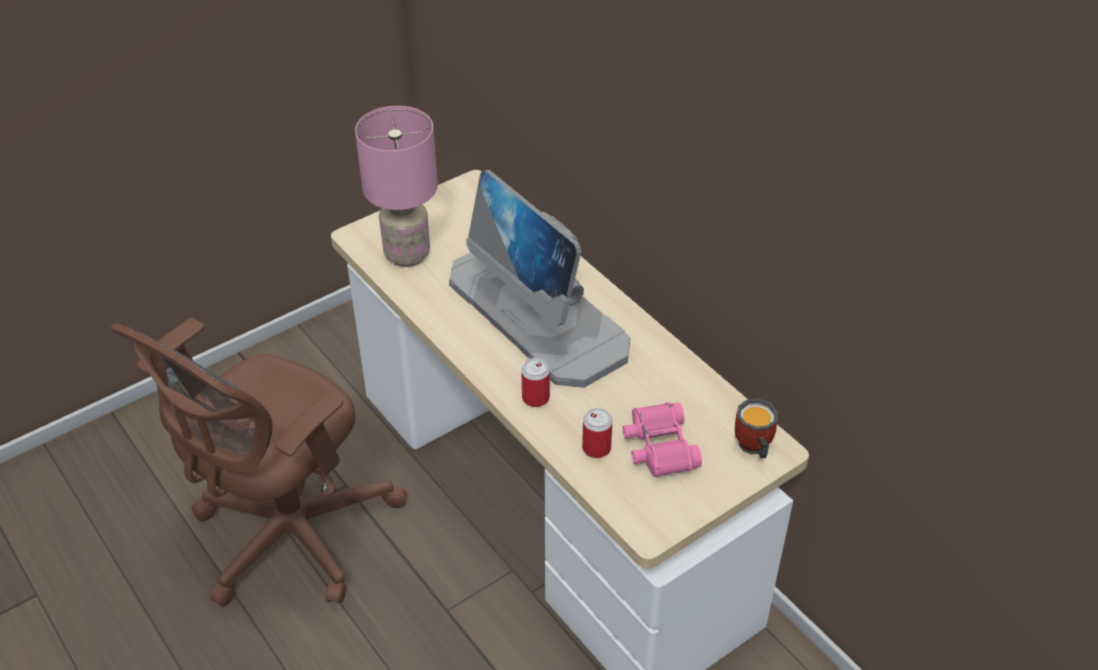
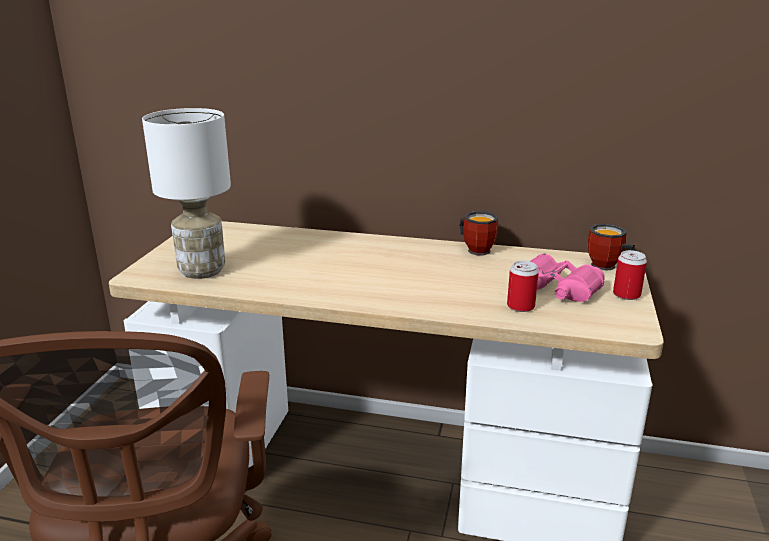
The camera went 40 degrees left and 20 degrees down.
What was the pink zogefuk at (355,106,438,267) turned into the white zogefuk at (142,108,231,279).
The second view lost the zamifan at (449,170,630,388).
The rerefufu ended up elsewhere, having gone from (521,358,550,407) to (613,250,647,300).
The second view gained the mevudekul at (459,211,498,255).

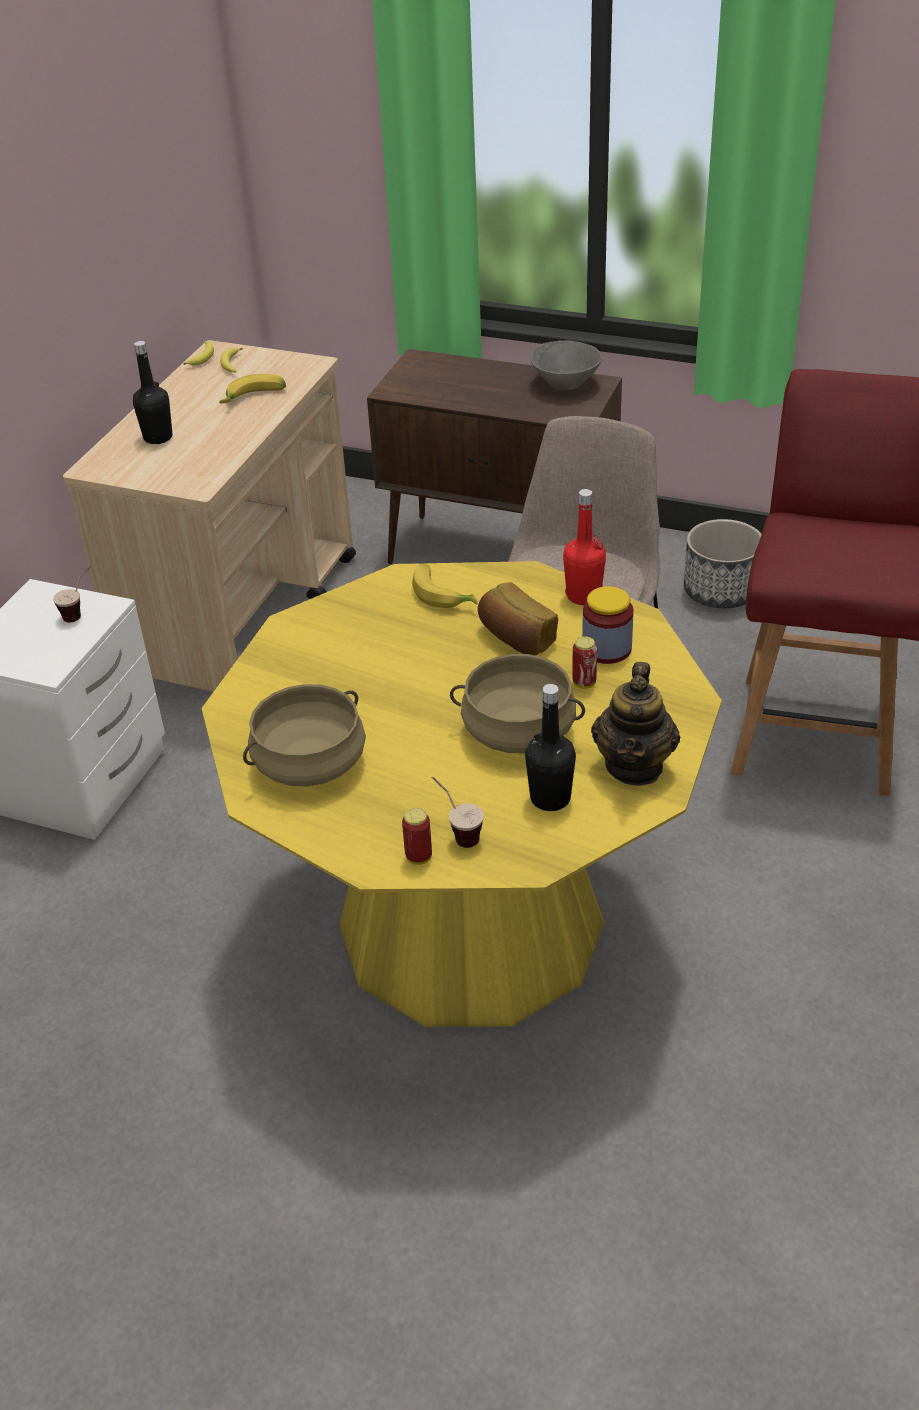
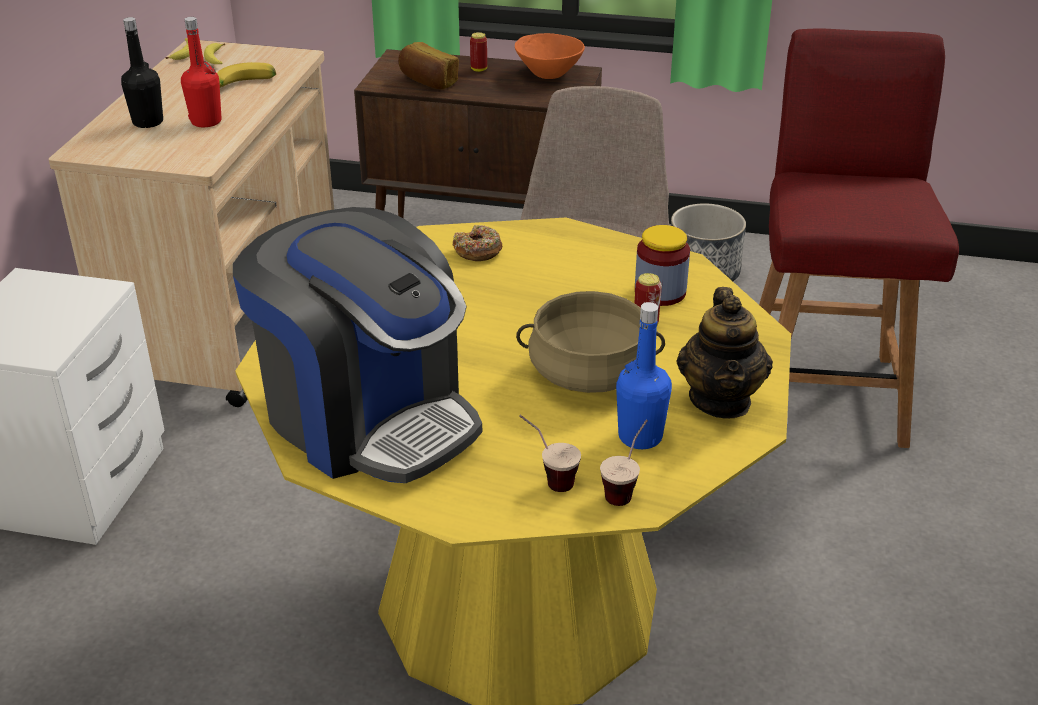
The camera went 10 degrees left and 5 degrees down.
What was the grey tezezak at (530,340,602,391) turned into the orange tezezak at (515,33,585,79).
The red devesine ended up elsewhere, having gone from (563,489,606,605) to (181,17,221,127).
Where the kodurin stood at (412,564,478,608), the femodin came to stand at (453,225,503,261).
The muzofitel ended up elsewhere, having gone from (53,566,91,623) to (600,420,648,506).
The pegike ended up elsewhere, having gone from (478,582,558,655) to (398,42,459,89).
Where the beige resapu stood at (243,684,366,787), the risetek came to stand at (233,207,482,483).
What was the black devesine at (525,684,576,811) turned into the blue devesine at (616,302,672,449).
The rerefufu ended up elsewhere, having gone from (402,808,432,865) to (470,32,487,72).

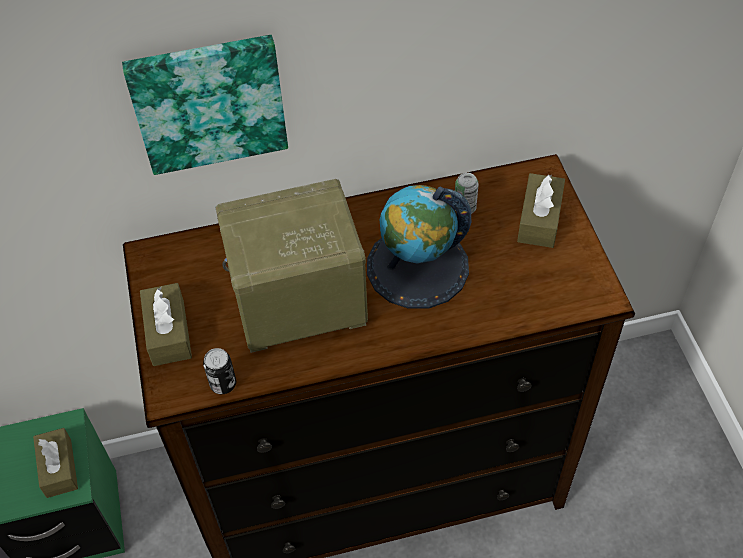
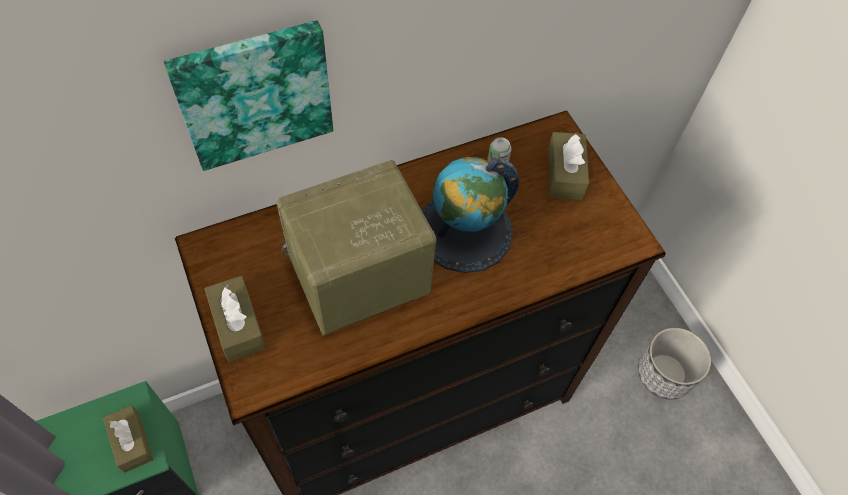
The camera went 15 degrees left and 5 degrees up.
The second view lost the rerefufu at (203,348,236,394).
The second view gained the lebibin at (638,328,711,399).

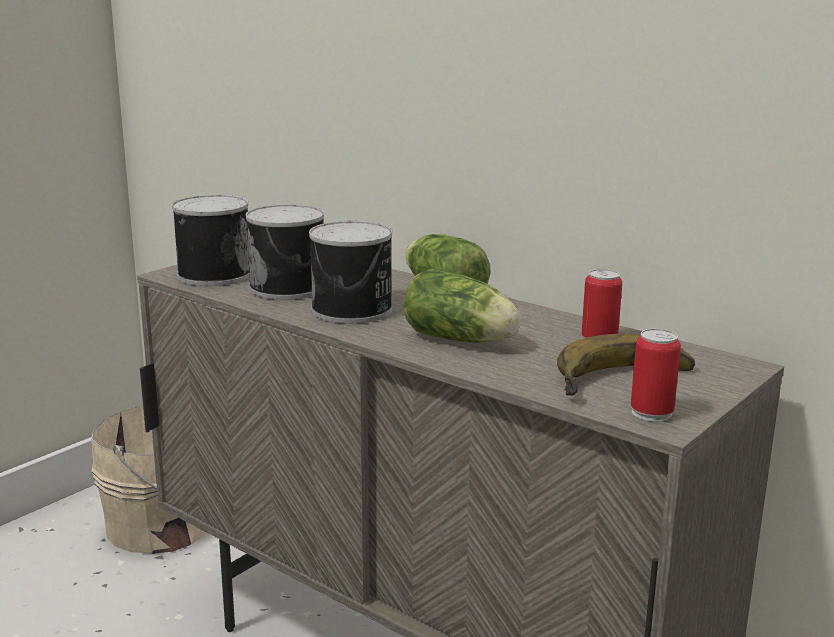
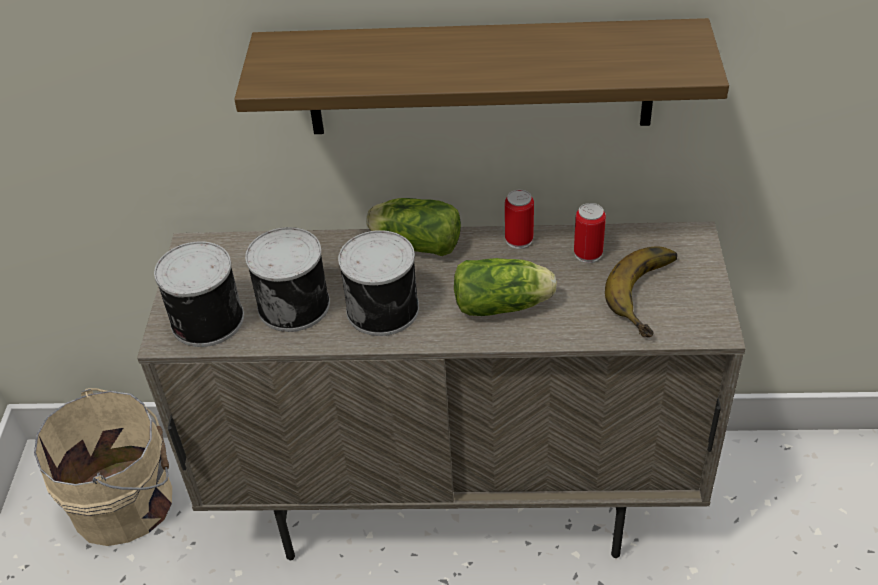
The camera went 35 degrees left and 25 degrees up.
The rerefufu ended up elsewhere, having gone from (631,329,681,422) to (505,190,534,249).
The second view gained the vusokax at (234,18,729,134).

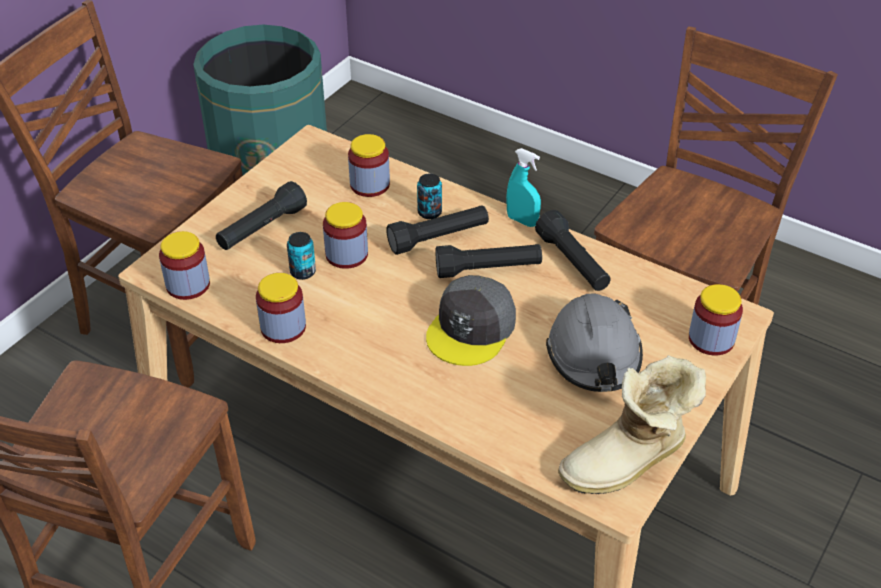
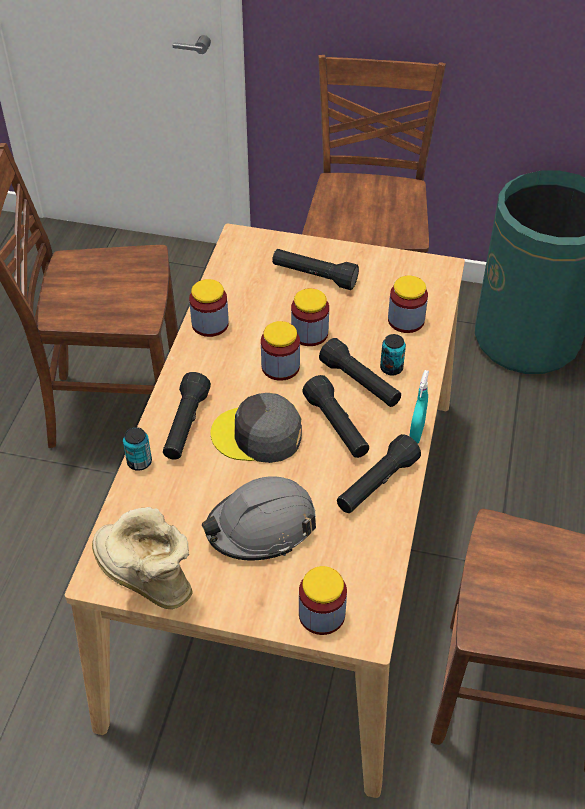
The camera went 70 degrees right and 5 degrees up.
The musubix ended up elsewhere, having gone from (159,231,210,300) to (261,321,300,381).
The rerefufu ended up elsewhere, having gone from (287,232,316,280) to (123,427,152,471).
The second view gained the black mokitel at (163,372,211,460).

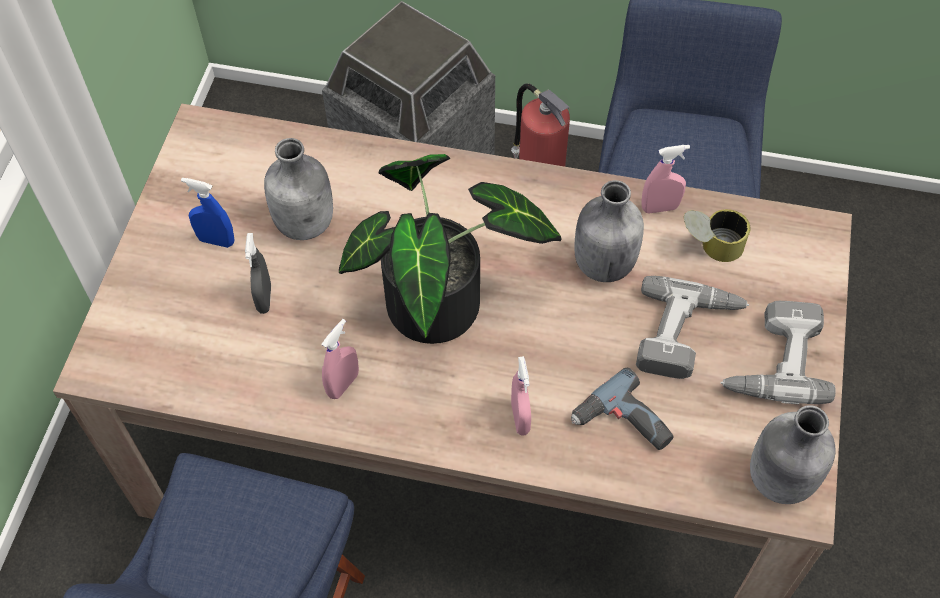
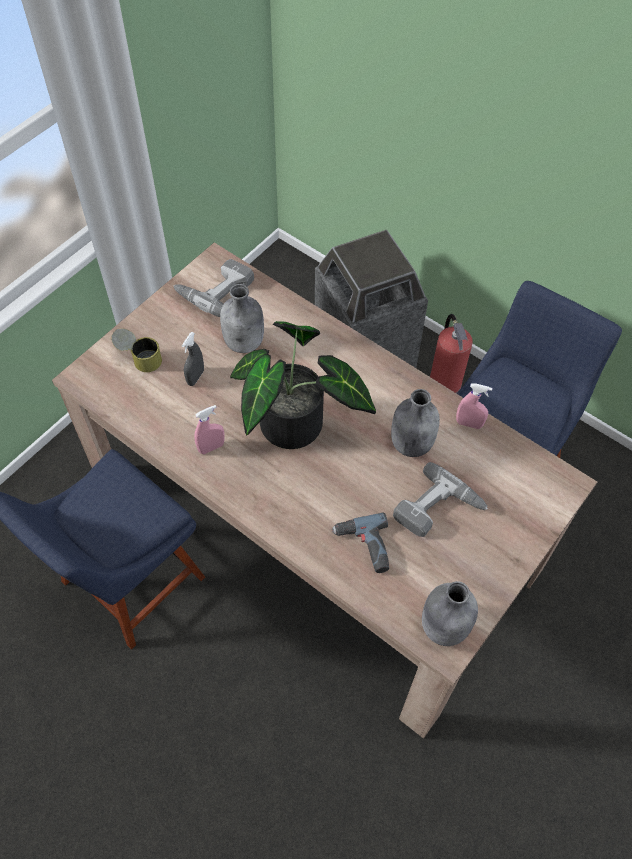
The camera went 25 degrees right and 0 degrees up.
The second view lost the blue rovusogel at (181,178,234,248).
The rerefufu ended up elsewhere, having gone from (684,209,751,262) to (111,328,162,372).
The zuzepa ended up elsewhere, having gone from (721,301,836,404) to (174,259,254,317).
The second view lost the pink rovusogel at (511,356,531,435).

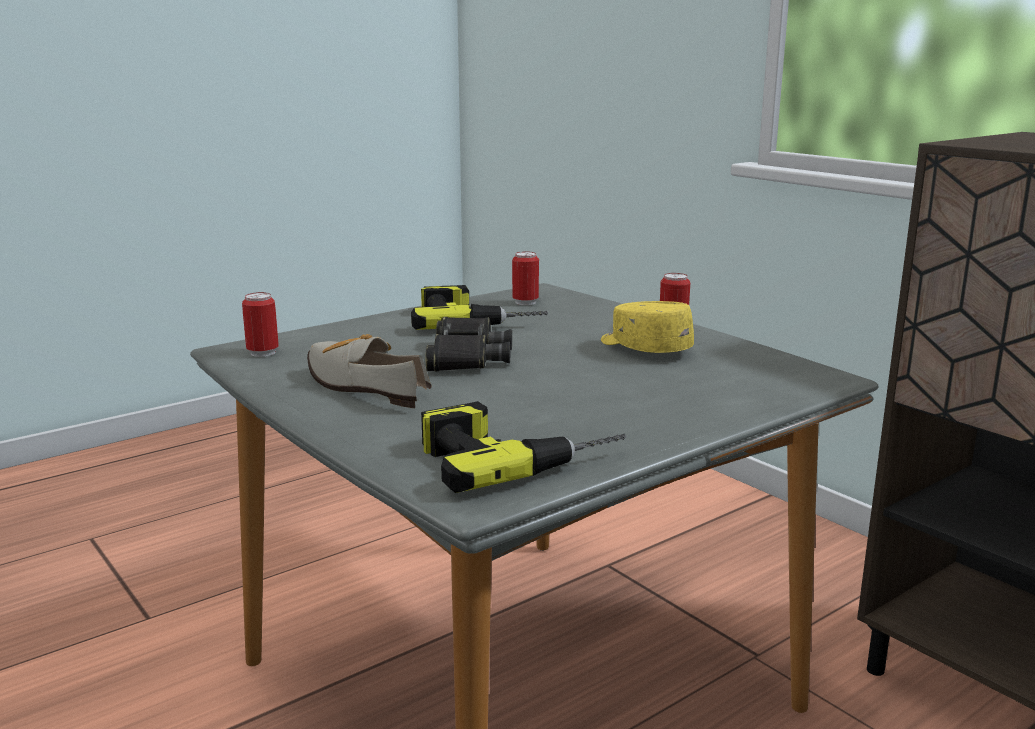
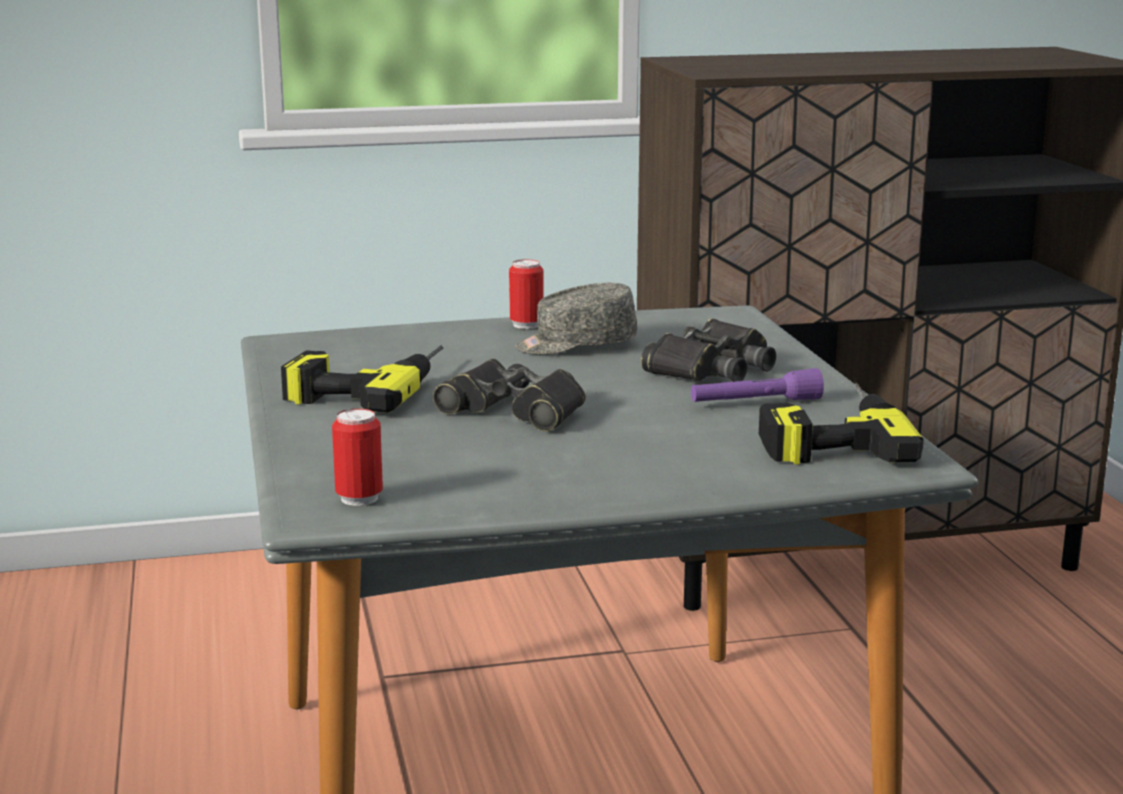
The camera went 65 degrees left and 0 degrees up.
The second view lost the rerefufu at (512,251,539,305).
What was the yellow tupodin at (601,301,694,353) turned into the grey tupodin at (515,283,637,355).
The second view lost the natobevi at (307,334,431,408).
The second view gained the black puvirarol at (641,318,776,382).
The second view gained the purple mokitel at (691,368,824,402).

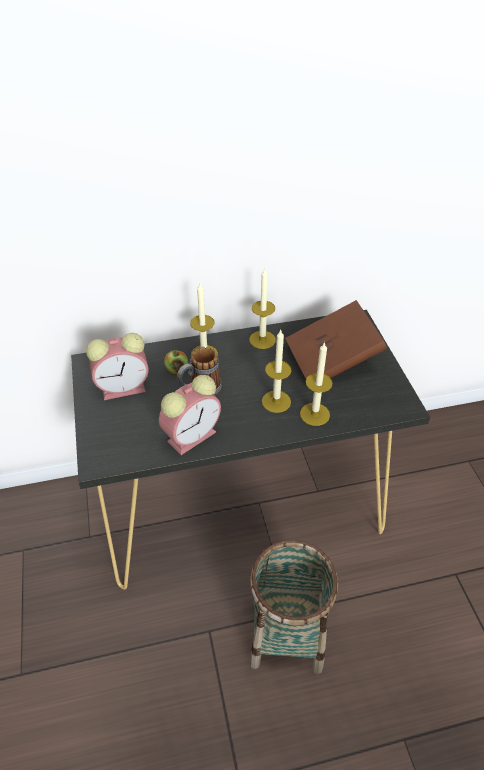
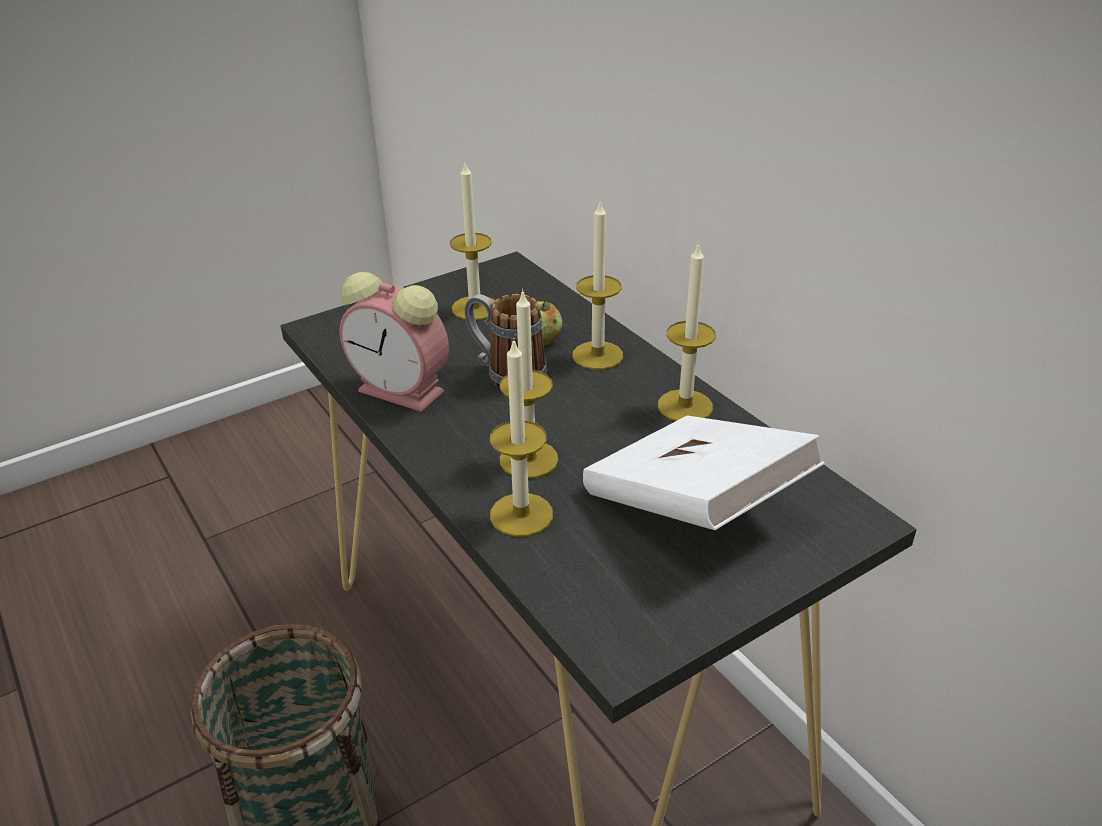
The camera went 70 degrees right and 10 degrees down.
What was the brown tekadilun at (285,300,387,379) turned into the white tekadilun at (583,415,825,530).
Where the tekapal stood at (86,333,149,400), the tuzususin came to stand at (450,163,495,320).

